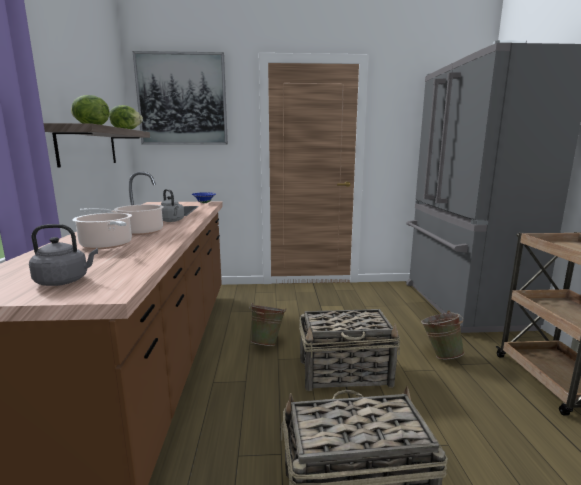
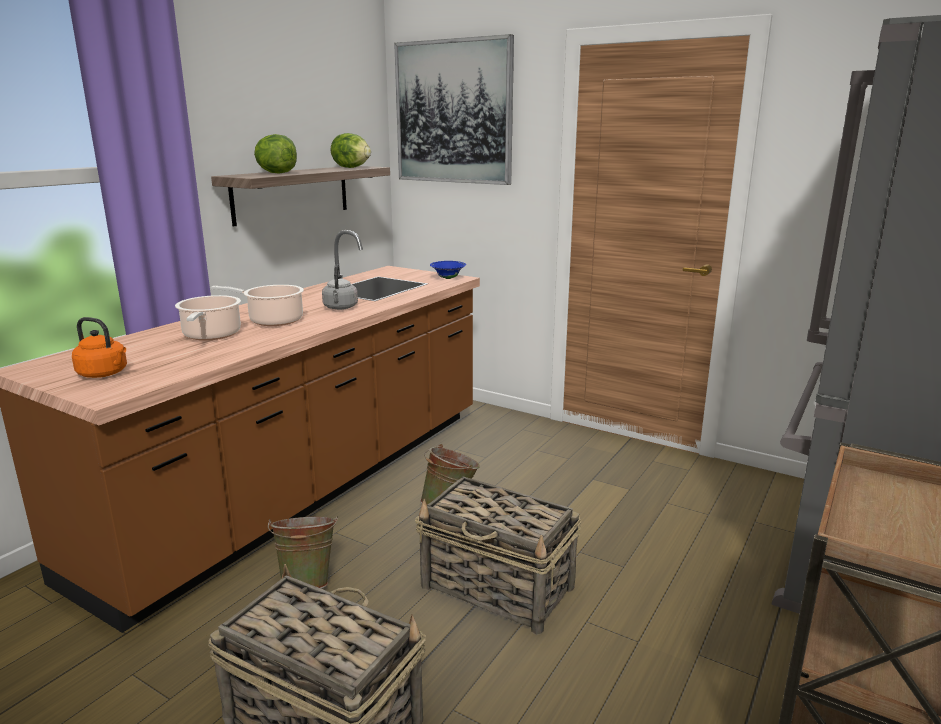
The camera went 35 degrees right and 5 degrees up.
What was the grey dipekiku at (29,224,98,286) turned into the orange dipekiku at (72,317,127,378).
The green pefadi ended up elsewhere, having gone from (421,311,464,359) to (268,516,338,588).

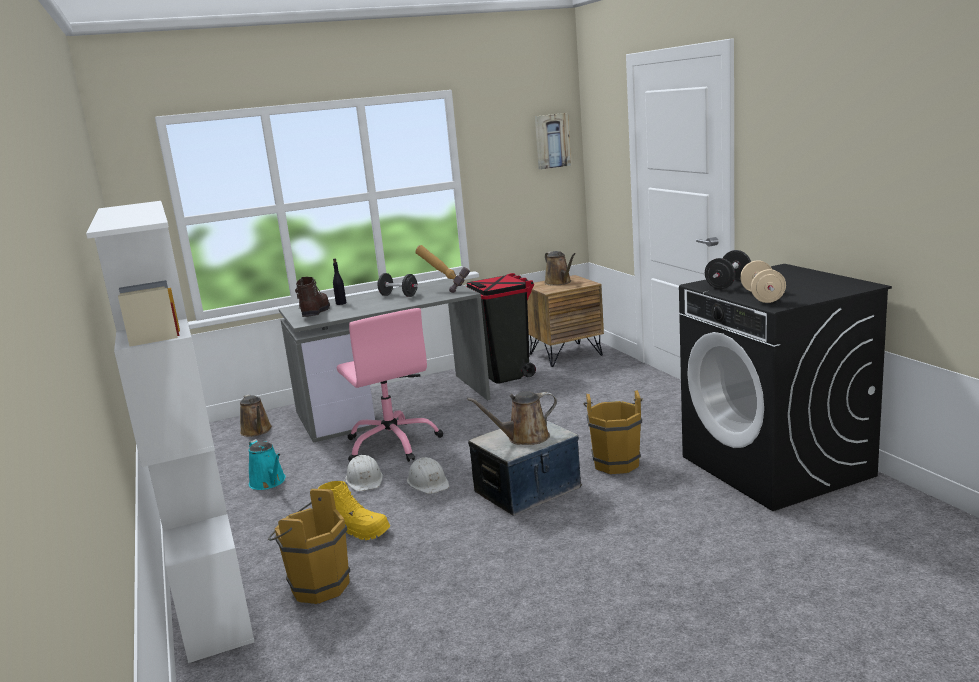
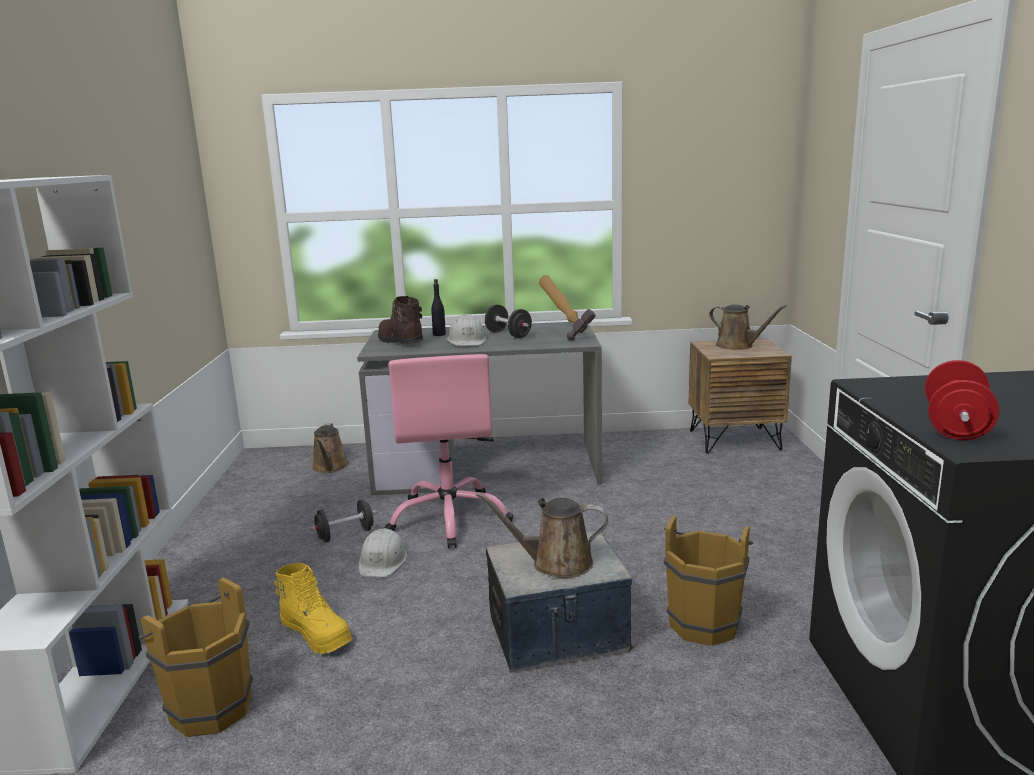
The camera went 20 degrees right and 0 degrees up.
The second view lost the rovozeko at (535,113,571,169).
The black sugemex ended up elsewhere, having gone from (705,250,751,289) to (310,499,377,543).
The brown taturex at (544,251,576,286) ended up facing another way, 45 degrees counterclockwise from before.
What was the beige sugemex at (740,260,786,303) turned into the red sugemex at (925,360,999,440).
The second view lost the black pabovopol at (466,273,536,384).
The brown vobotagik at (295,277,330,317) ended up facing another way, 60 degrees counterclockwise from before.
The second view lost the turquoise taturex at (248,439,286,490).
The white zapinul ended up elsewhere, having gone from (407,457,449,494) to (447,315,486,346).

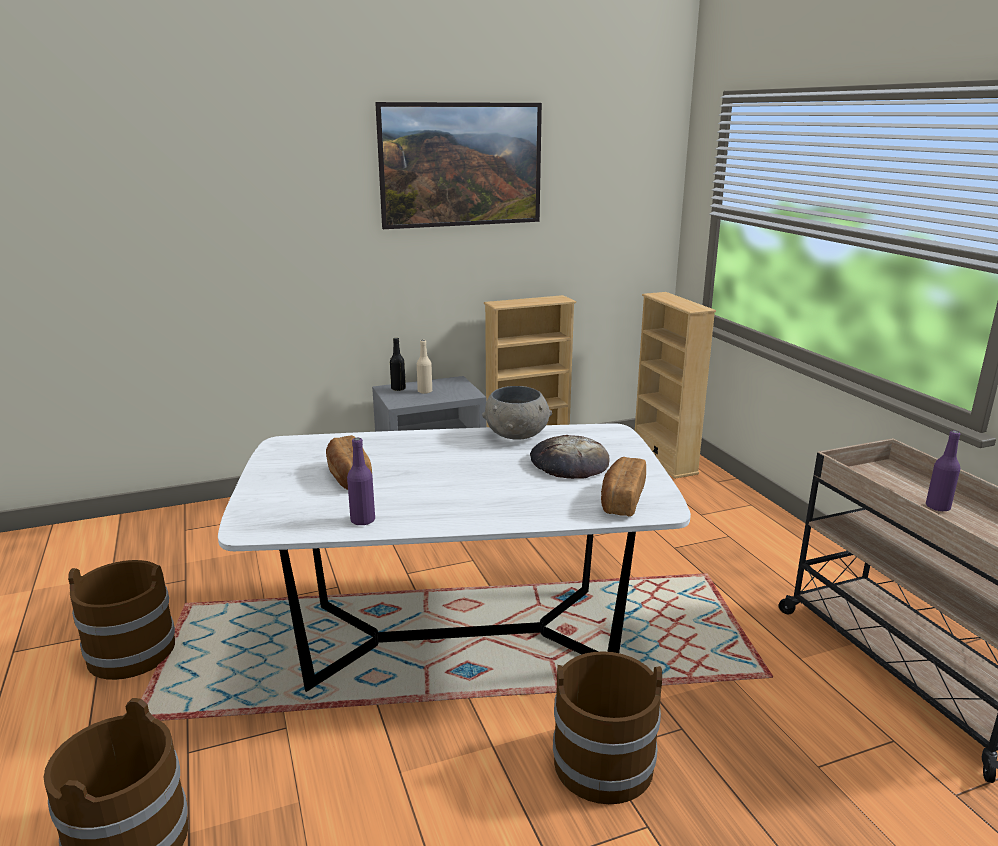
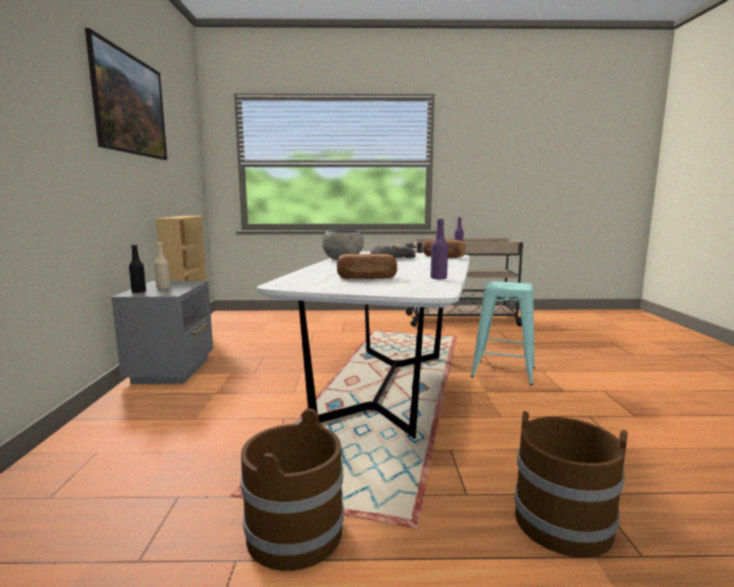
The camera went 70 degrees left and 10 degrees down.
The second view lost the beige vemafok at (635,292,716,479).
Where the brown pefadi stood at (553,651,662,804), the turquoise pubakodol came to stand at (471,281,535,385).

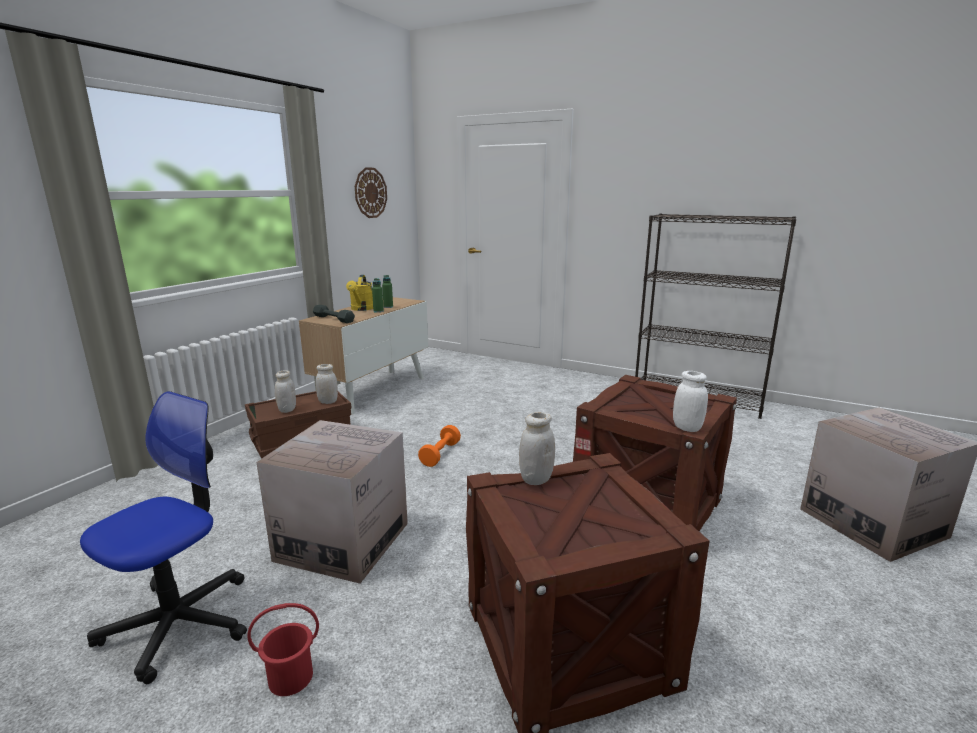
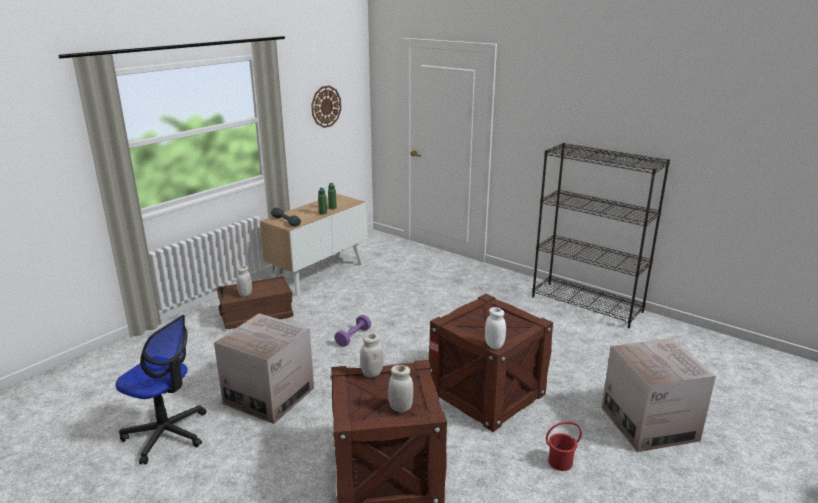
The camera went 10 degrees right and 5 degrees up.
The second view lost the yellow taturex at (346,275,373,311).
The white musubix ended up elsewhere, having gone from (316,364,338,404) to (388,365,413,412).
The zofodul at (80,391,247,684) ended up facing another way, 75 degrees clockwise from before.
What was the orange sugemex at (418,425,461,467) turned into the purple sugemex at (335,315,371,347).
The red pefadi ended up elsewhere, having gone from (247,603,319,696) to (546,422,582,471).

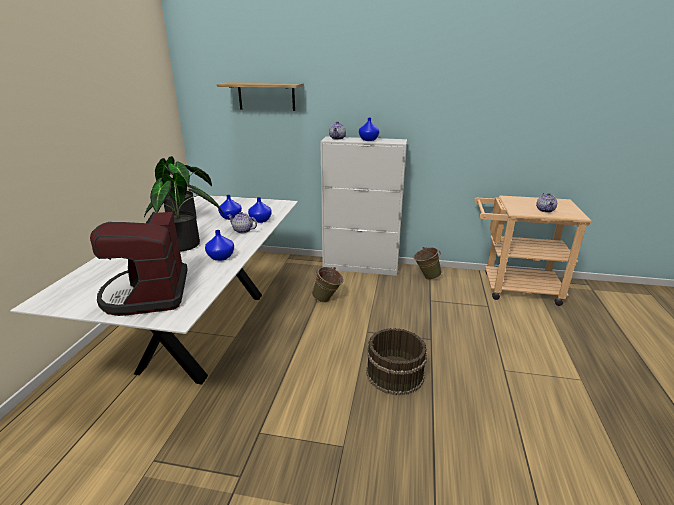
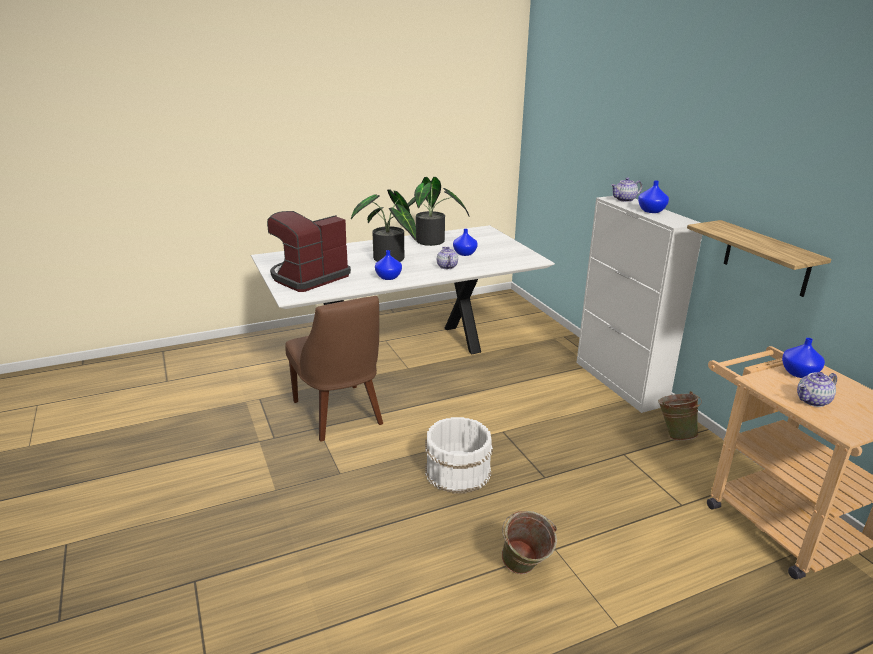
The camera went 55 degrees right and 0 degrees up.
The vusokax ended up elsewhere, having gone from (217,82,304,111) to (687,220,832,297).
The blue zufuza ended up elsewhere, having gone from (248,197,272,223) to (782,338,825,378).
The green pefadi ended up elsewhere, having gone from (312,267,344,302) to (502,511,557,574).
What was the brown pefadi at (366,328,427,395) turned into the white pefadi at (425,417,493,493).
The second view gained the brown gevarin at (285,296,383,442).

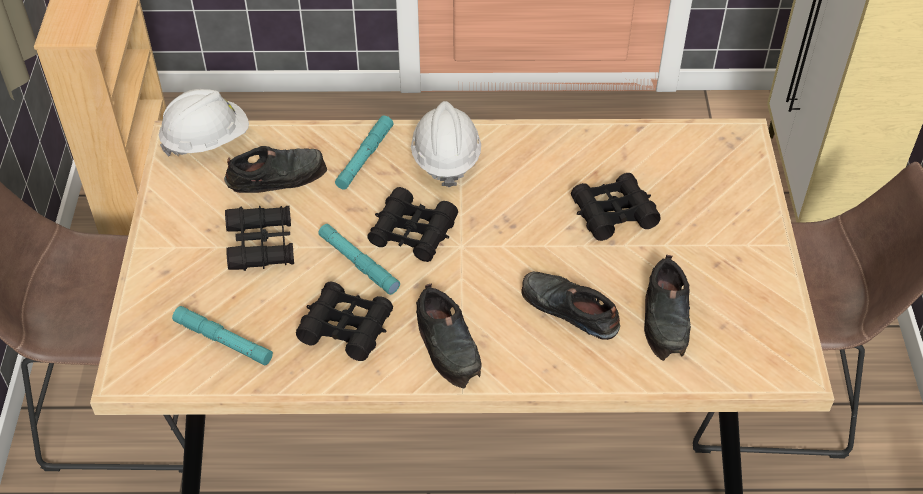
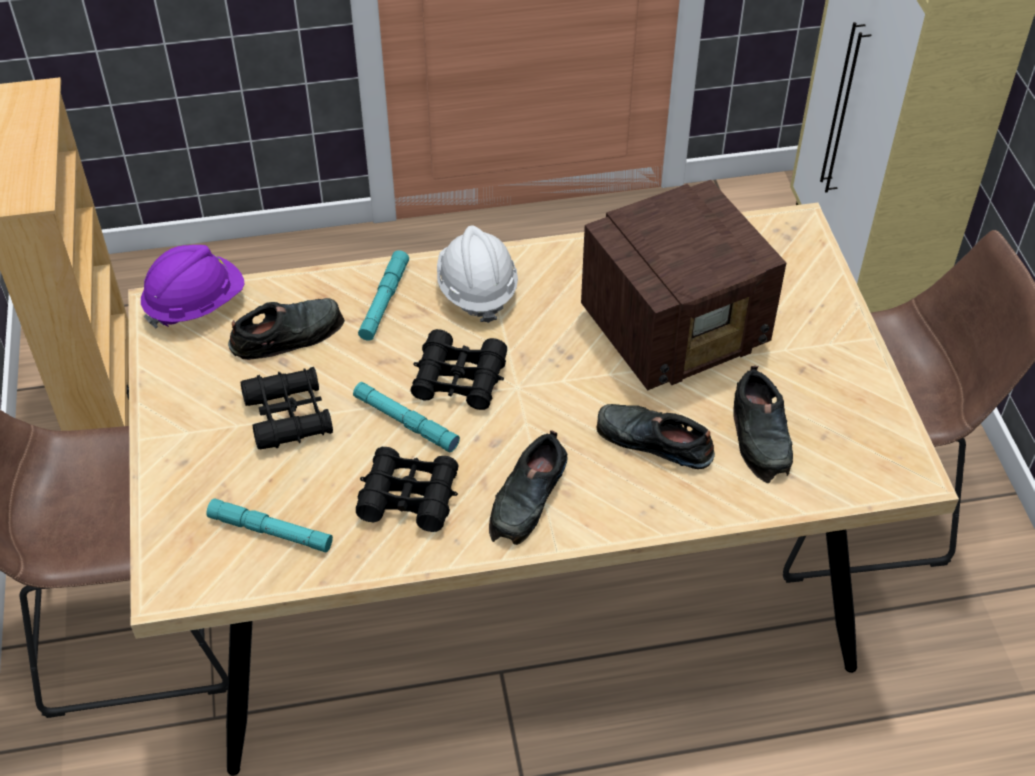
The camera went 10 degrees left and 0 degrees up.
What was the white zapinul at (159,89,249,157) turned into the purple zapinul at (141,245,244,329).
Where the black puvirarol stood at (571,173,661,241), the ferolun came to stand at (581,180,786,390).
The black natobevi at (416,283,482,388) ended up facing another way, 60 degrees clockwise from before.

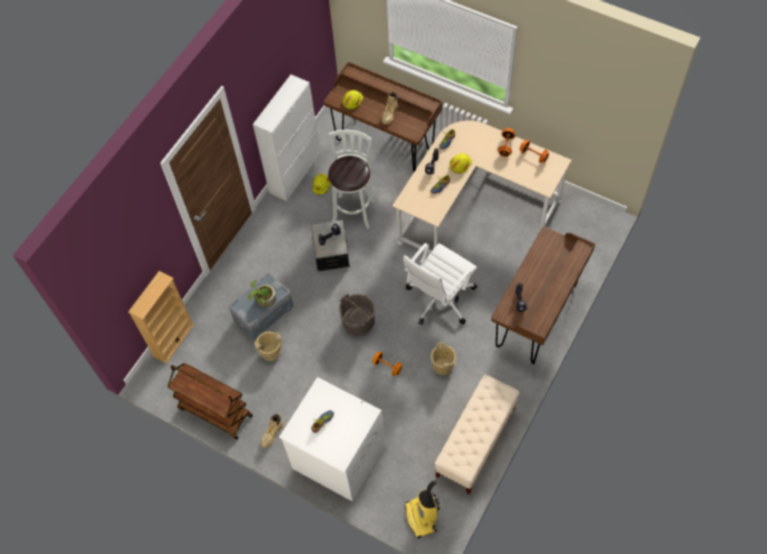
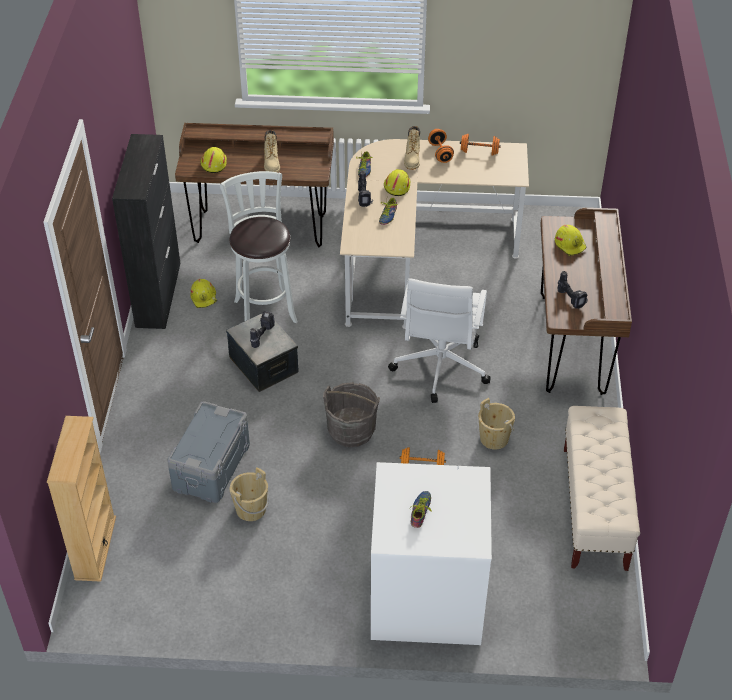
The camera went 30 degrees left and 15 degrees down.
What was the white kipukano at (253,75,321,201) turned into the black kipukano at (112,134,181,329).
The second view lost the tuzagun at (248,279,277,308).
The second view lost the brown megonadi at (167,363,253,439).
The beige vobotagik ended up elsewhere, having gone from (261,414,283,448) to (404,126,420,170).
The second view lost the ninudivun at (405,479,440,539).
The second view gained the yellow zapinul at (555,225,587,256).

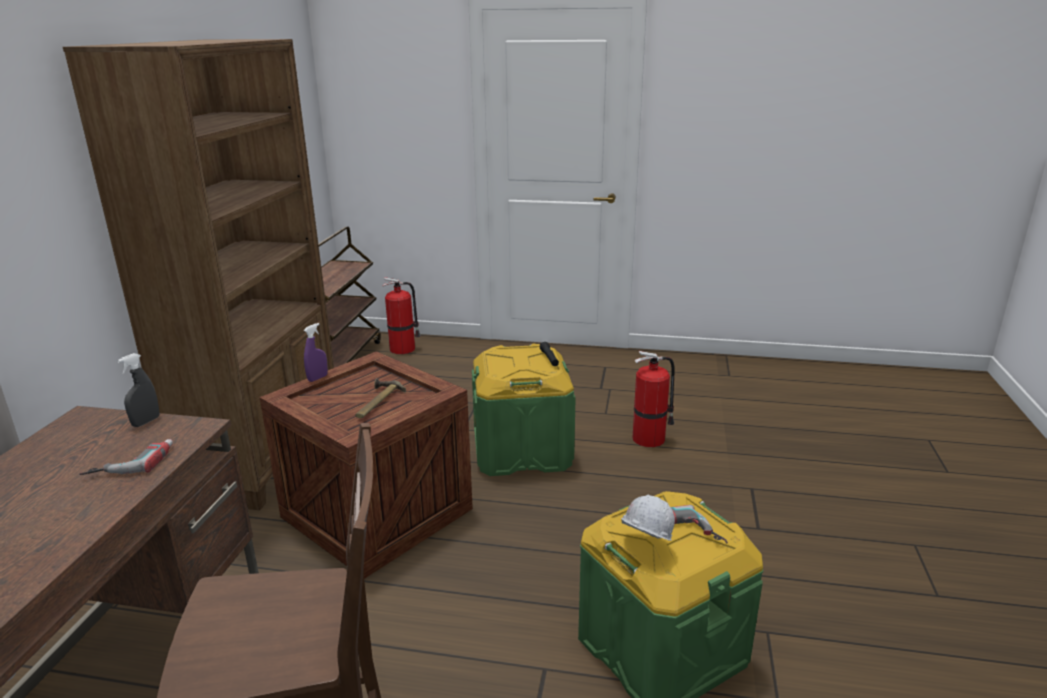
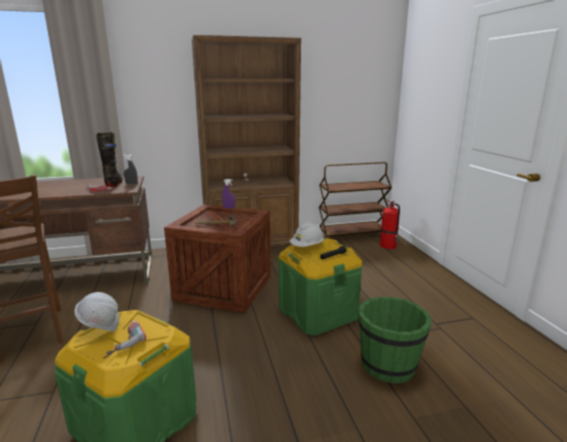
The camera went 65 degrees right and 5 degrees down.
Where the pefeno stood at (633,351,675,447), the green pefadi came to stand at (358,297,431,383).
The second view gained the black vobotagik at (96,132,123,187).
The second view gained the white zapinul at (290,222,324,247).

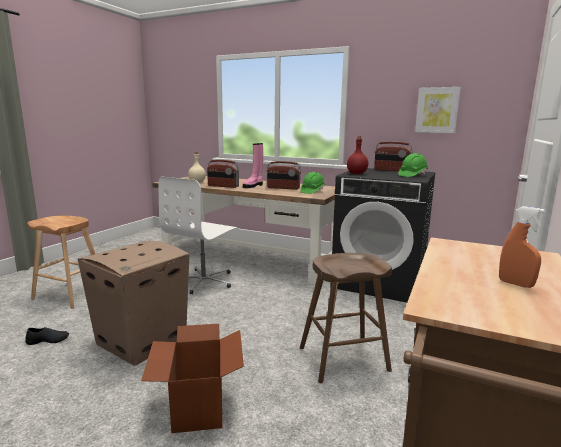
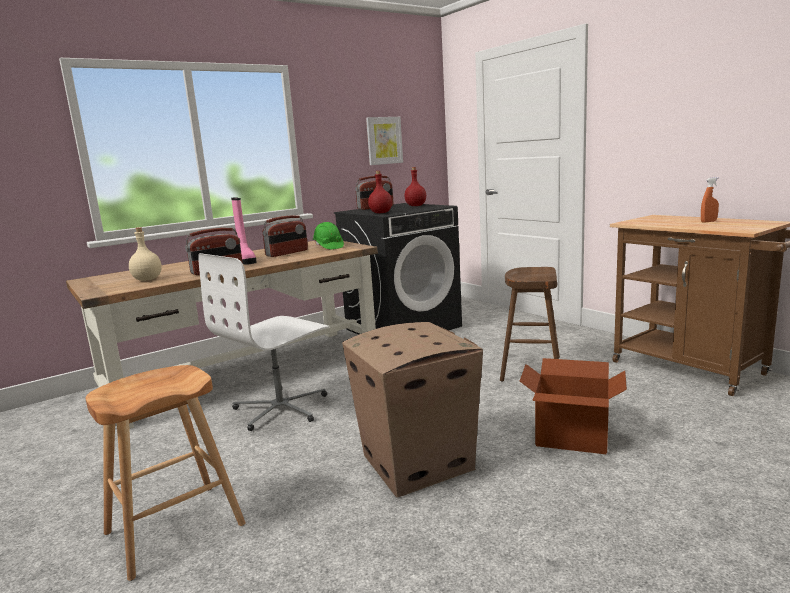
The camera went 60 degrees left and 0 degrees up.
Where the green zapinul stood at (398,153,428,177), the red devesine came to stand at (404,167,426,206).
The white zofodul at (158,177,238,294) ended up facing another way, 75 degrees clockwise from before.
The second view lost the black natobevi at (25,327,69,345).

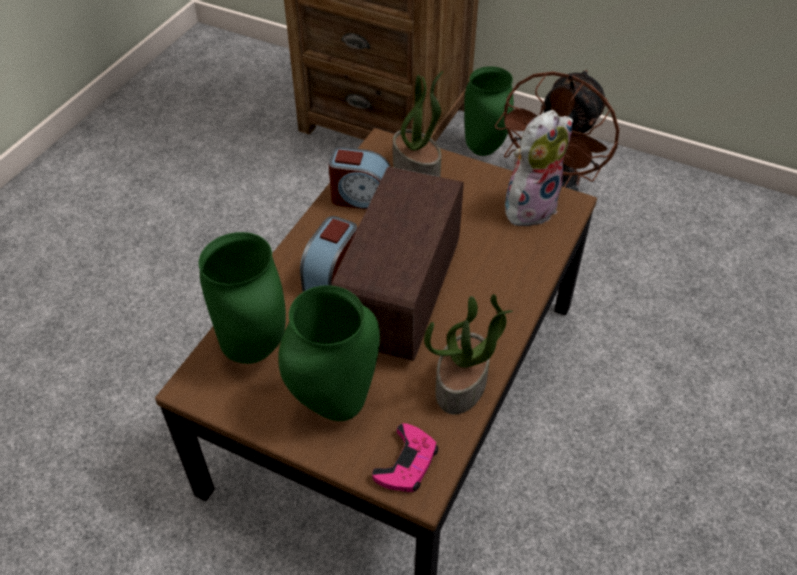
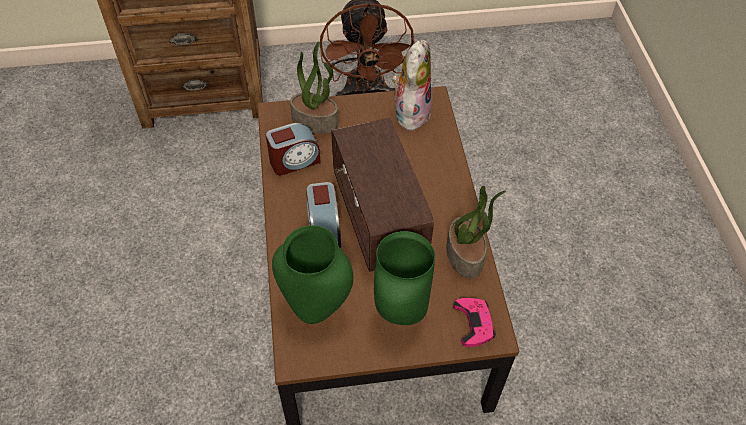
The camera went 35 degrees left and 5 degrees up.
The second view lost the green zufuza at (464,66,514,156).

